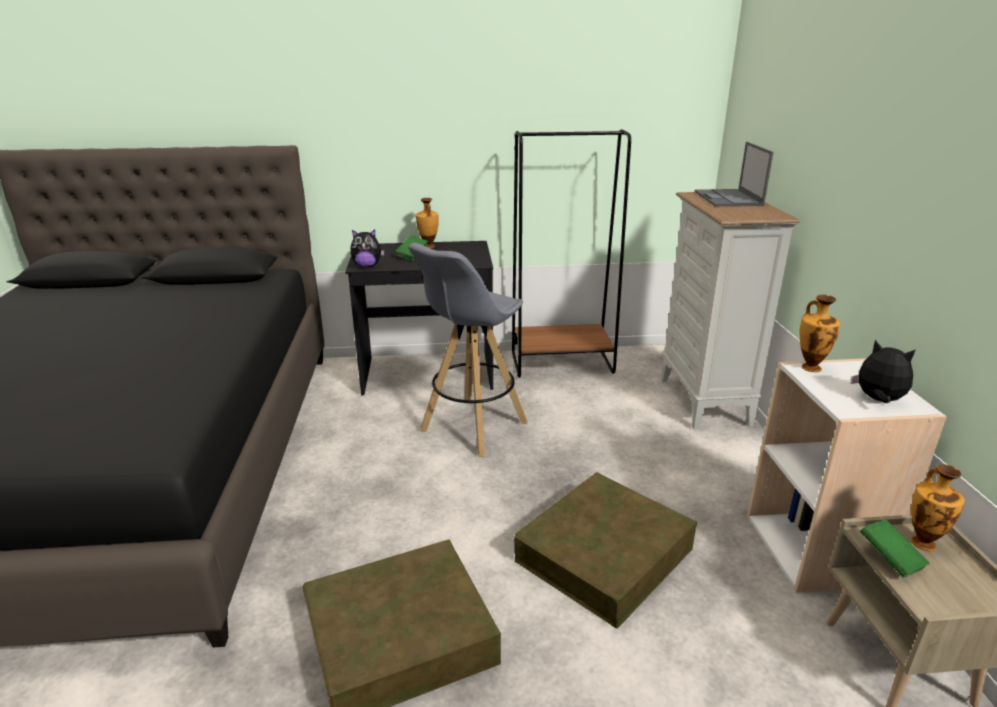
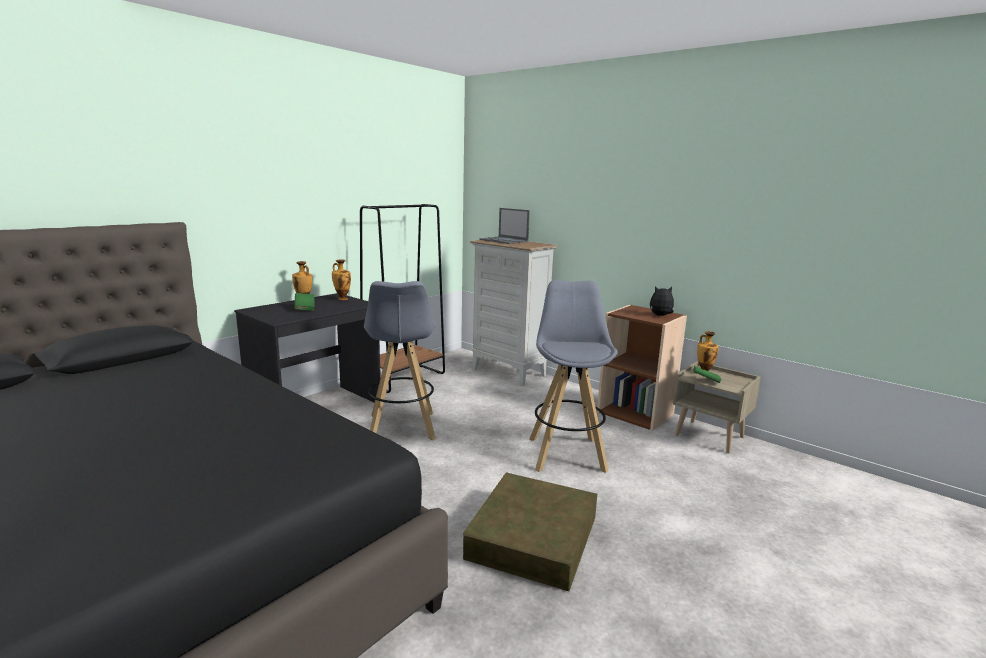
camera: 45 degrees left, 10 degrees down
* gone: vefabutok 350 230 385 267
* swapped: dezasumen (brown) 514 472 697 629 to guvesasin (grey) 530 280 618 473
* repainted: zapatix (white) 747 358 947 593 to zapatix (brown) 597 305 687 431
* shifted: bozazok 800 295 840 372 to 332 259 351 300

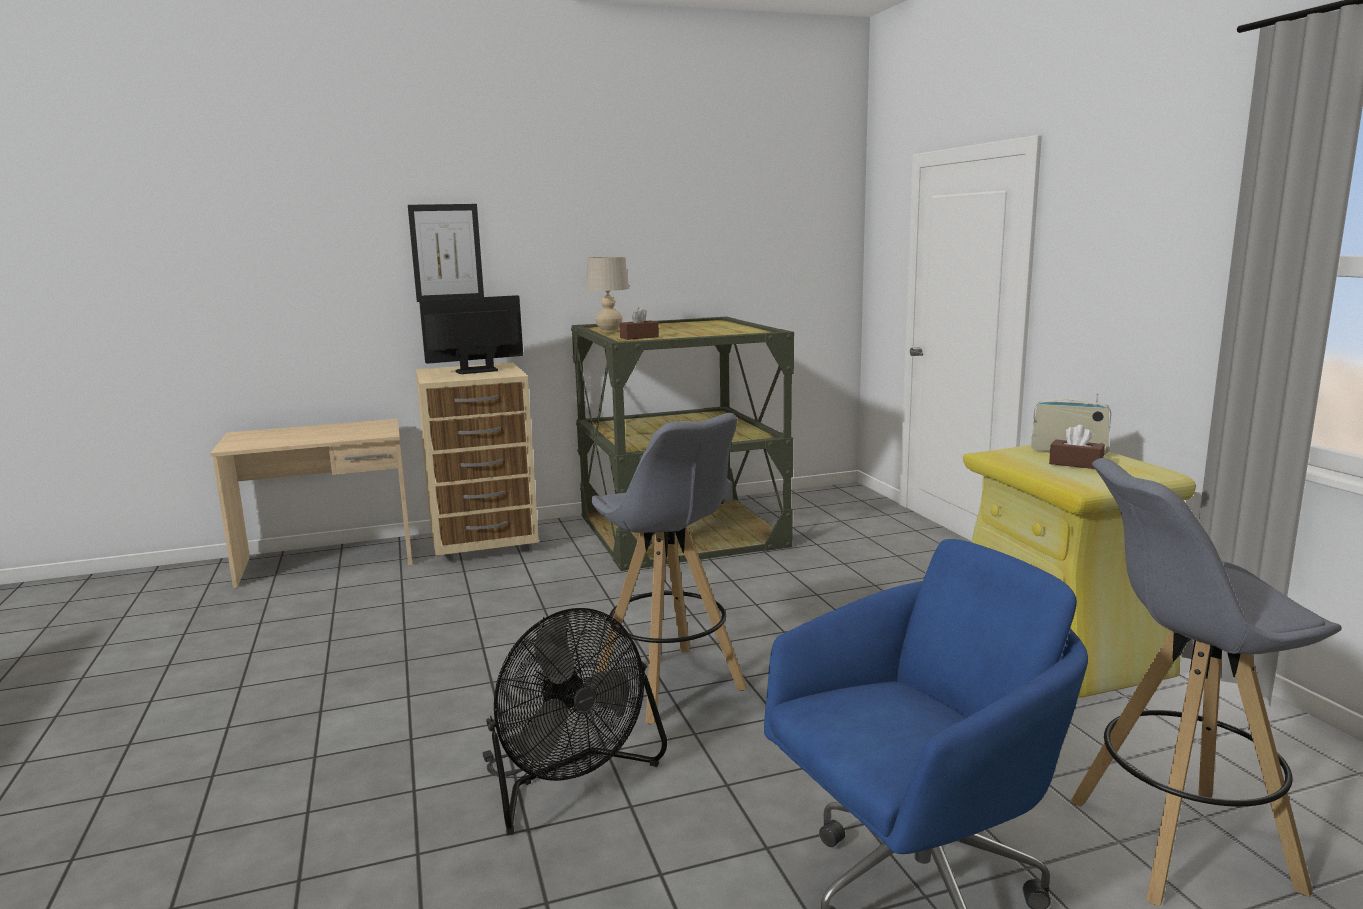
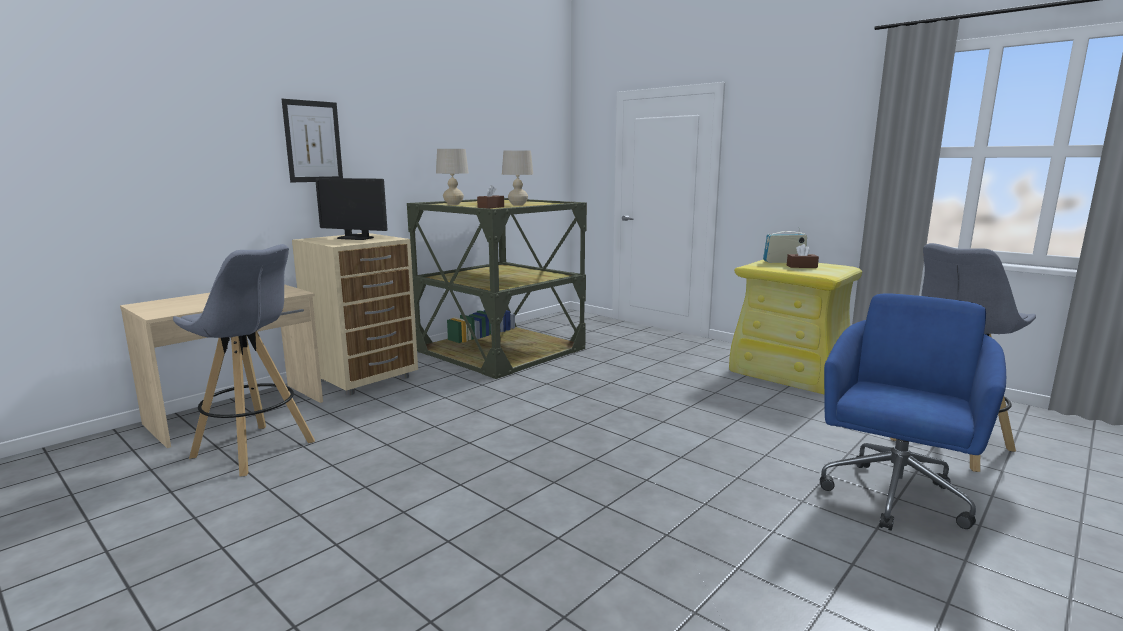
camera: 30 degrees left, 0 degrees up
* rotated: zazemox 419 295 523 374 = 315 178 388 240 105 degrees counterclockwise
* gone: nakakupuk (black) 483 608 667 835
* shifted: guvesasin (grey) 592 413 747 724 to 173 244 315 477
* new: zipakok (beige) 502 150 533 206

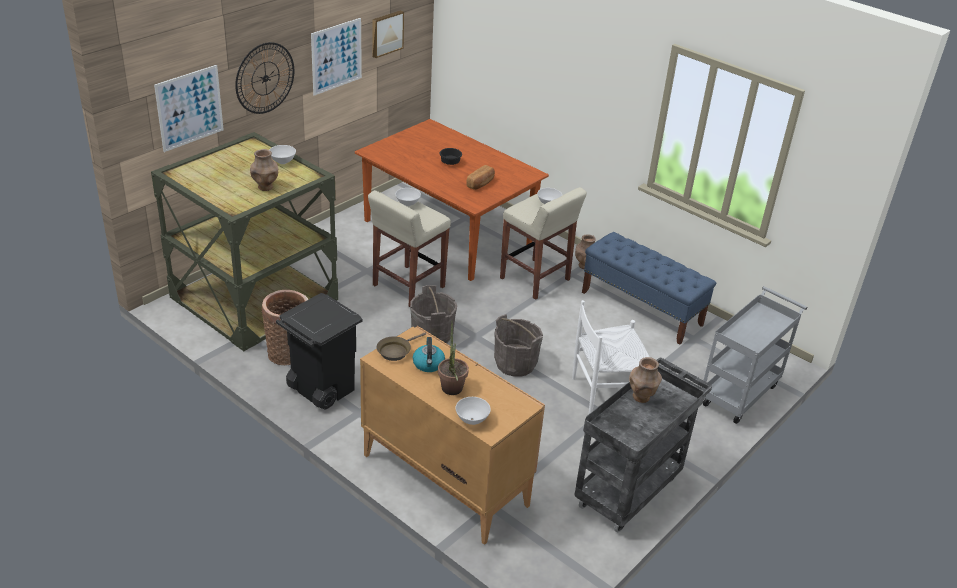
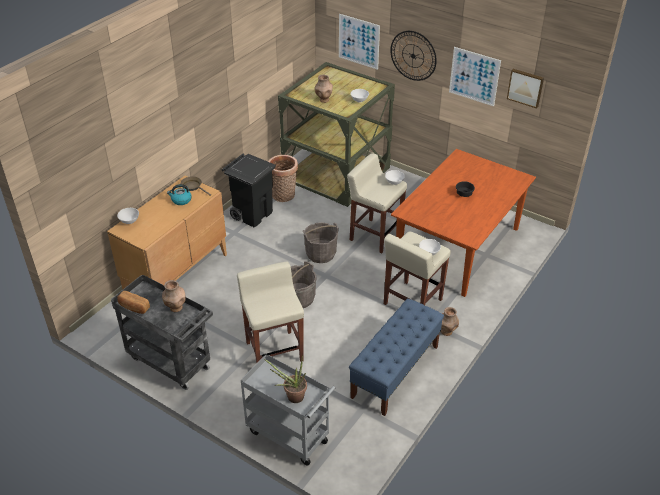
camera: 85 degrees right, 5 degrees up
* shifted: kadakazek 438 320 469 395 to 264 355 307 403
* shifted: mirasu 467 165 495 190 to 117 291 150 314
* swapped: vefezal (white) 572 300 649 414 to guvesasin (beige) 237 262 304 363

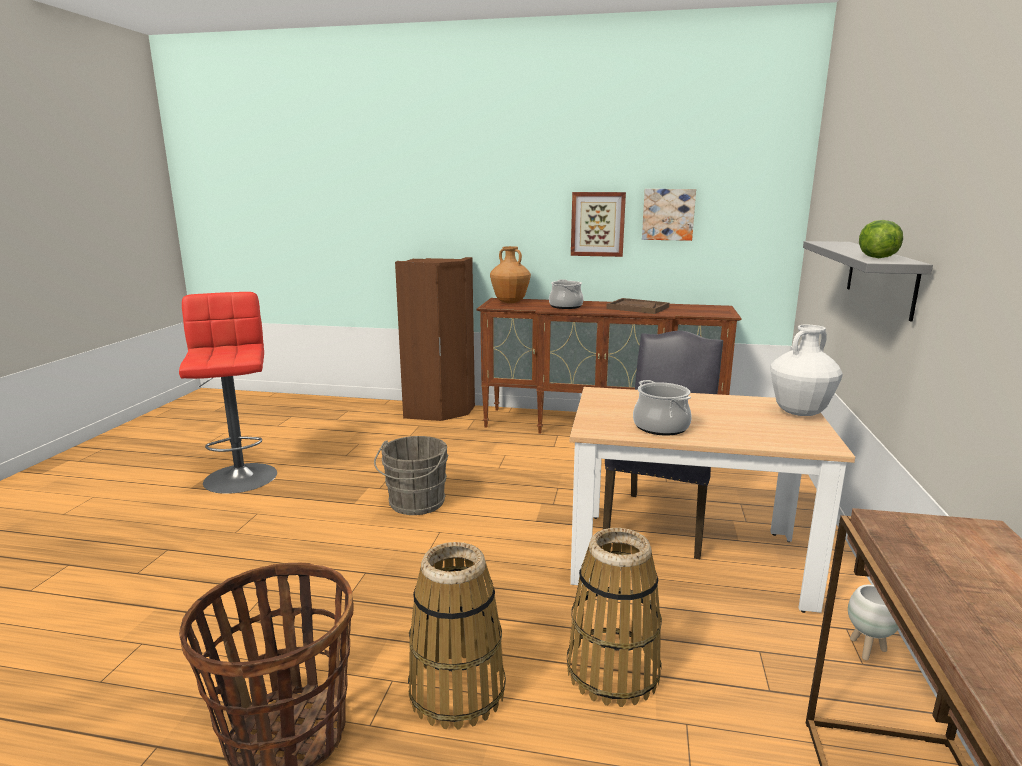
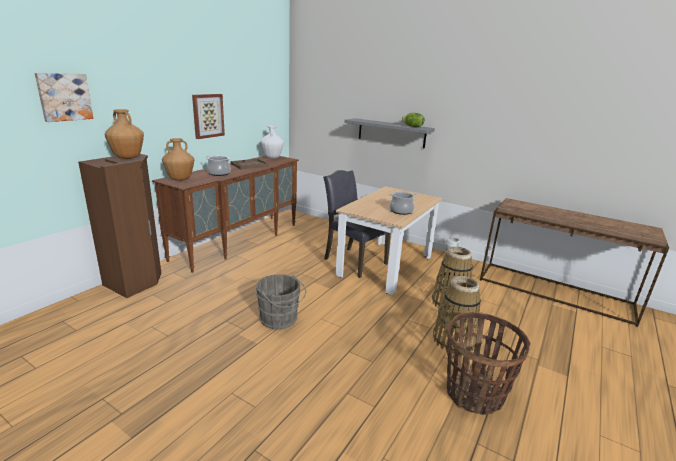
camera: 70 degrees left, 5 degrees up
* gone: guvesasin (red) 179 292 277 494
* shifted: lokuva 642 189 696 241 to 35 73 94 122
* shifted: bozazok (white) 770 325 843 416 to 260 125 284 159
* new: bozazok (brown) 105 109 144 159

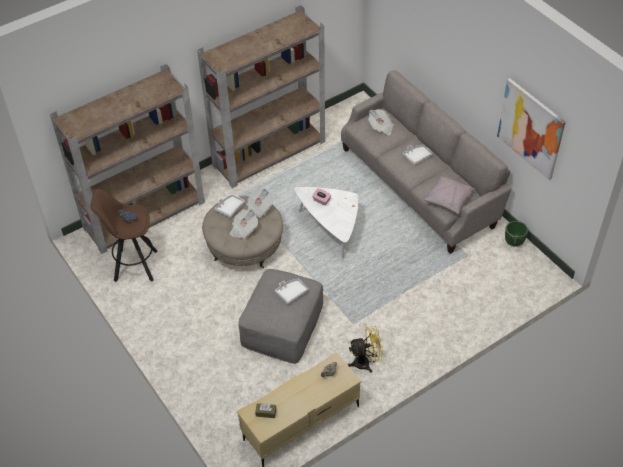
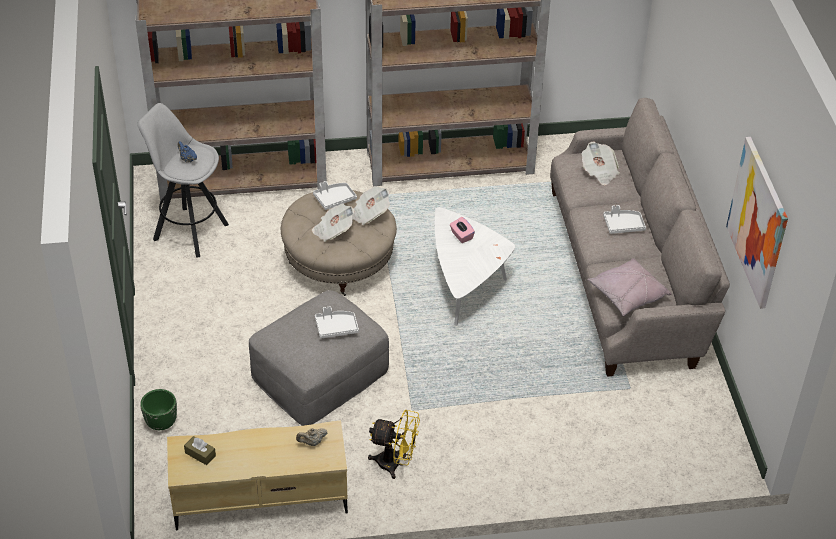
camera: 25 degrees right, 5 degrees down
* repainted: guvesasin (brown) 91 189 157 282 to guvesasin (grey) 137 103 229 258
* shifted: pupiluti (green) 505 221 528 247 to 140 389 177 430

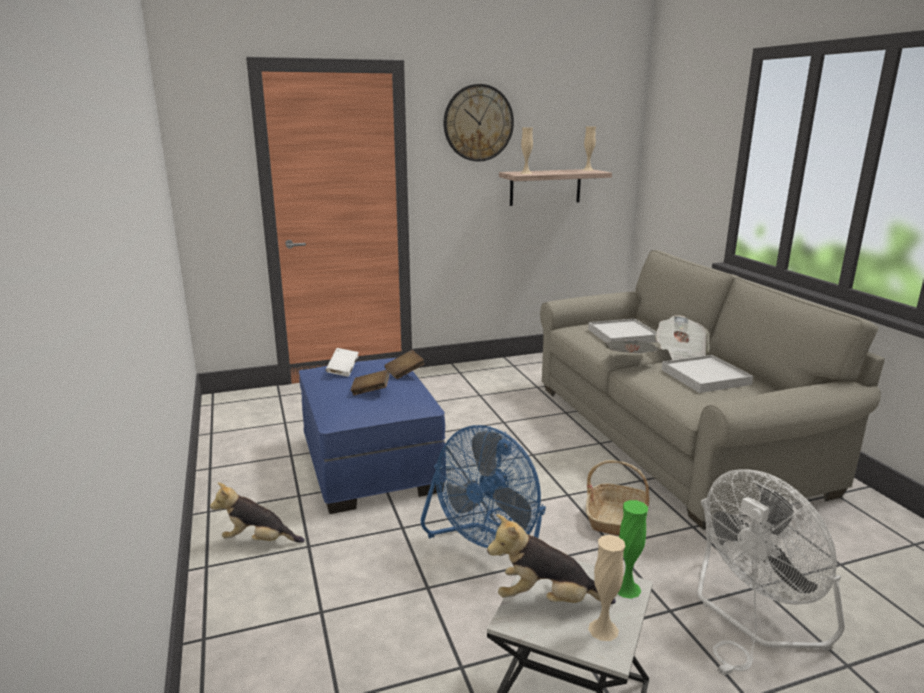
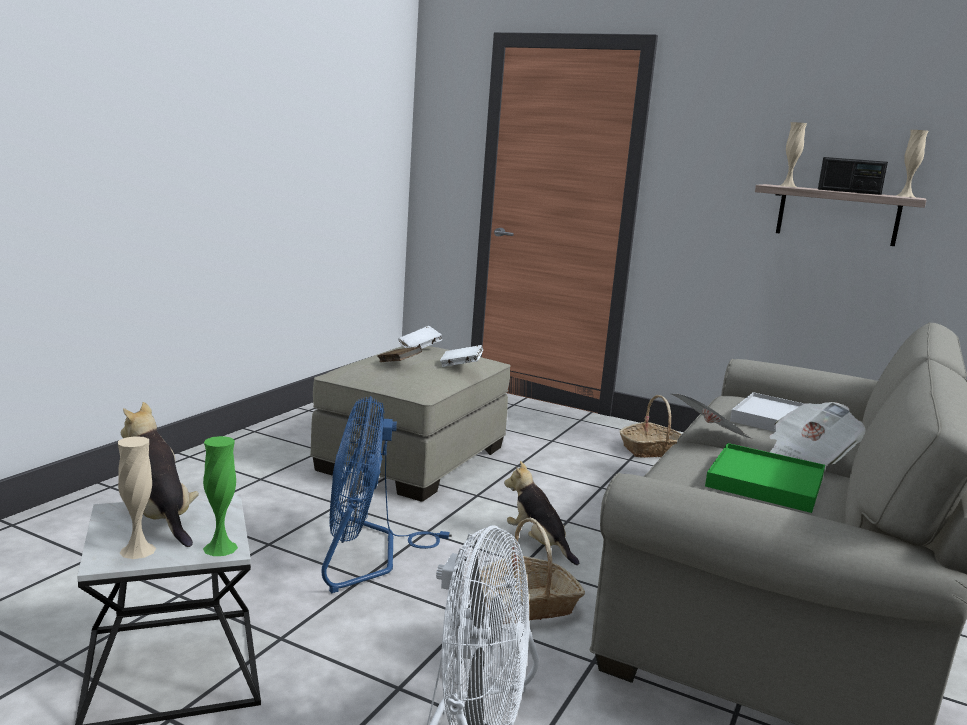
camera: 45 degrees right, 5 degrees down
* shifted: vefabutok 210 482 305 543 to 504 461 579 565
* repainted: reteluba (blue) 299 358 447 514 to reteluba (beige) 310 346 510 502
* repainted: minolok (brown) 384 350 425 379 to minolok (white) 440 345 483 367
* gone: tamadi 444 84 514 162
* repainted: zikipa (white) 662 355 753 393 to zikipa (green) 705 443 825 513
* new: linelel 620 395 682 458
* new: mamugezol 818 157 888 195

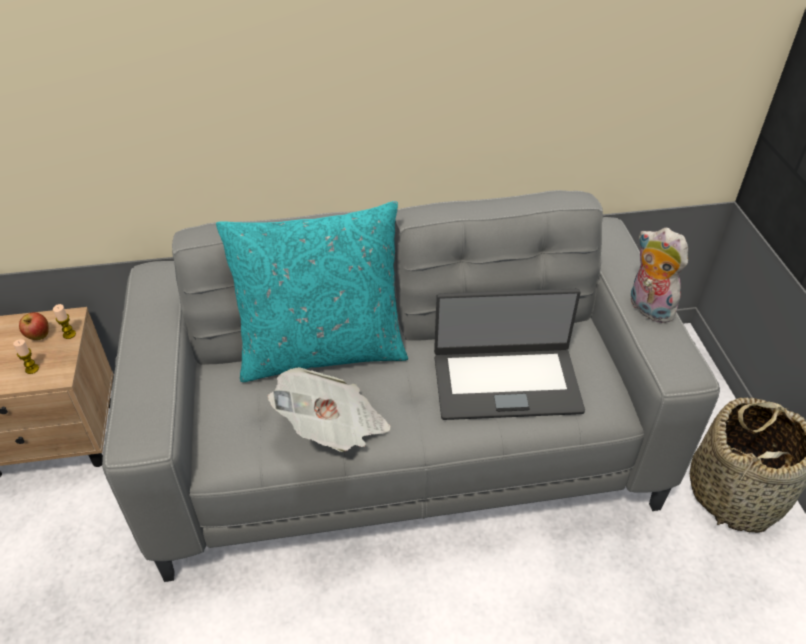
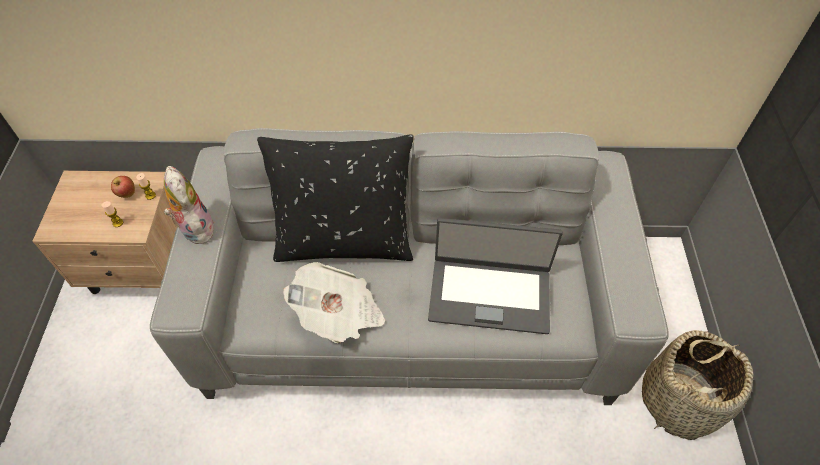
camera: 10 degrees right, 10 degrees up
* repainted: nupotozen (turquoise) 216 201 408 382 to nupotozen (black) 257 134 414 262
* shifted: vefabutok 630 228 688 323 to 164 166 215 244

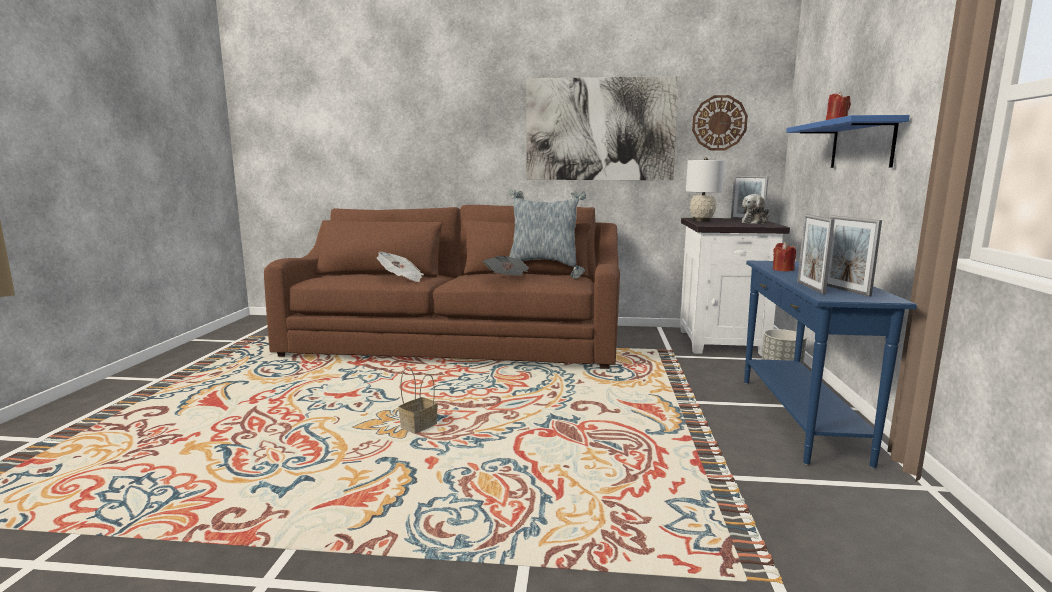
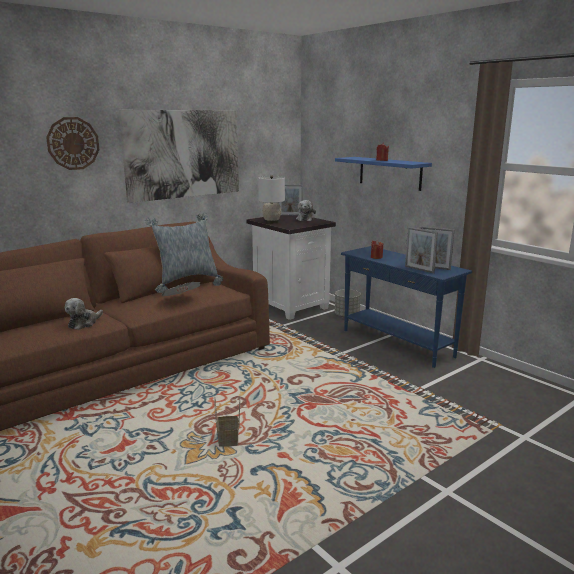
camera: 45 degrees left, 5 degrees up
* swapped: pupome 377 252 424 282 to vefabutok 65 298 103 330
* shifted: tamadi 692 95 748 150 to 46 117 100 170

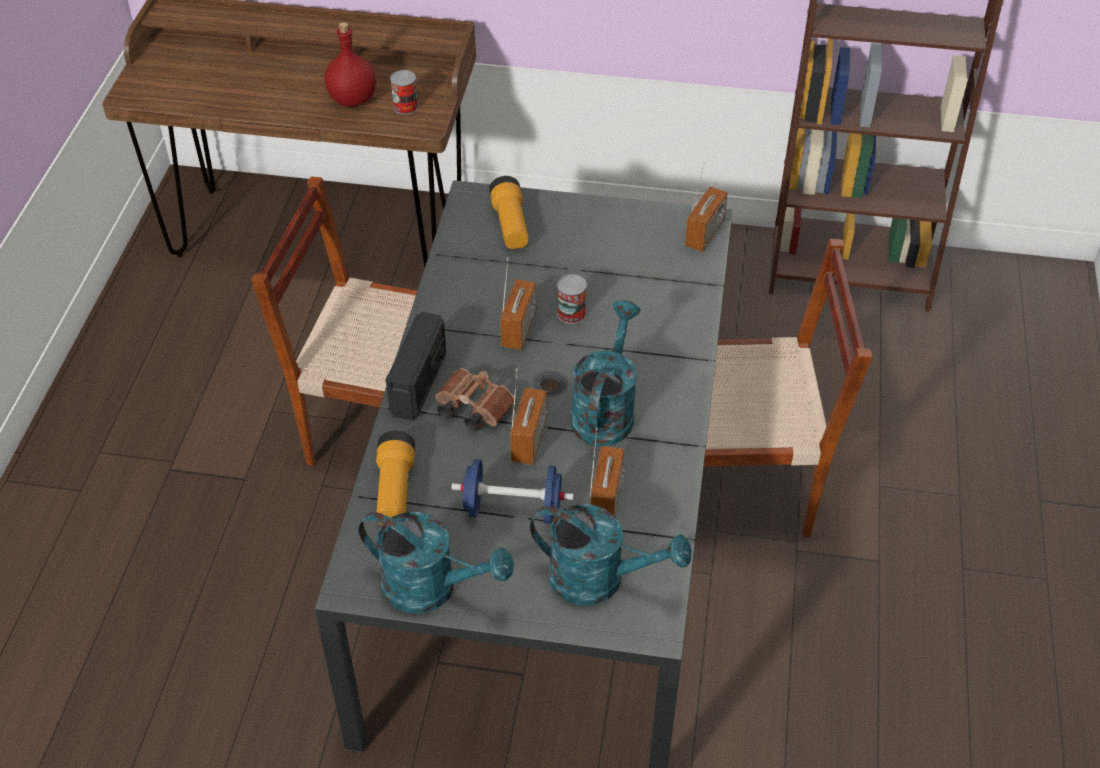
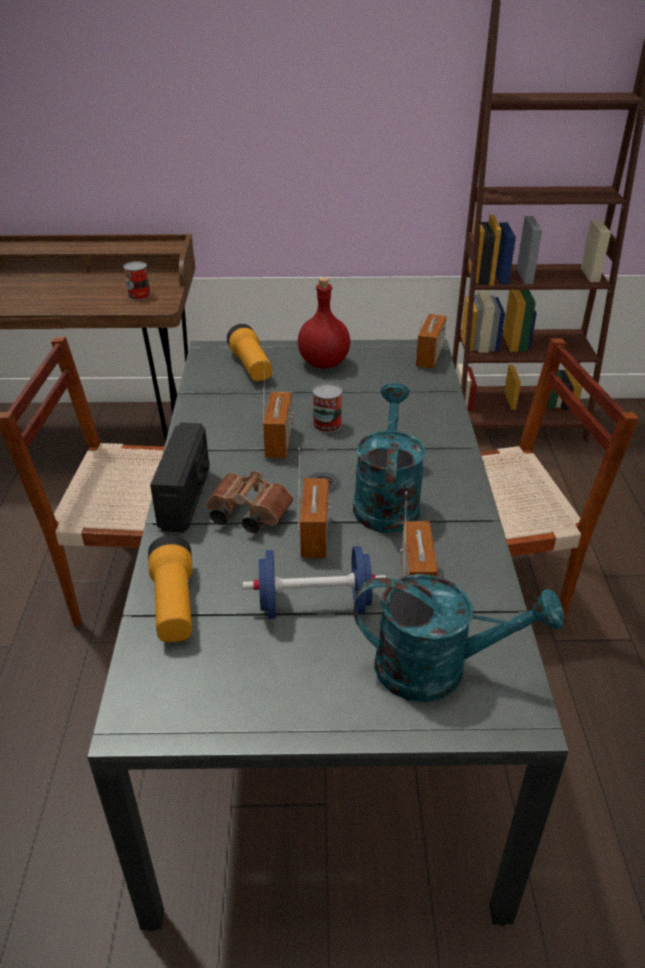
camera: 10 degrees left, 10 degrees down
* shifted: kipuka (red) 325 22 376 107 to 298 277 350 369
* gone: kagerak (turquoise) 358 512 514 613

